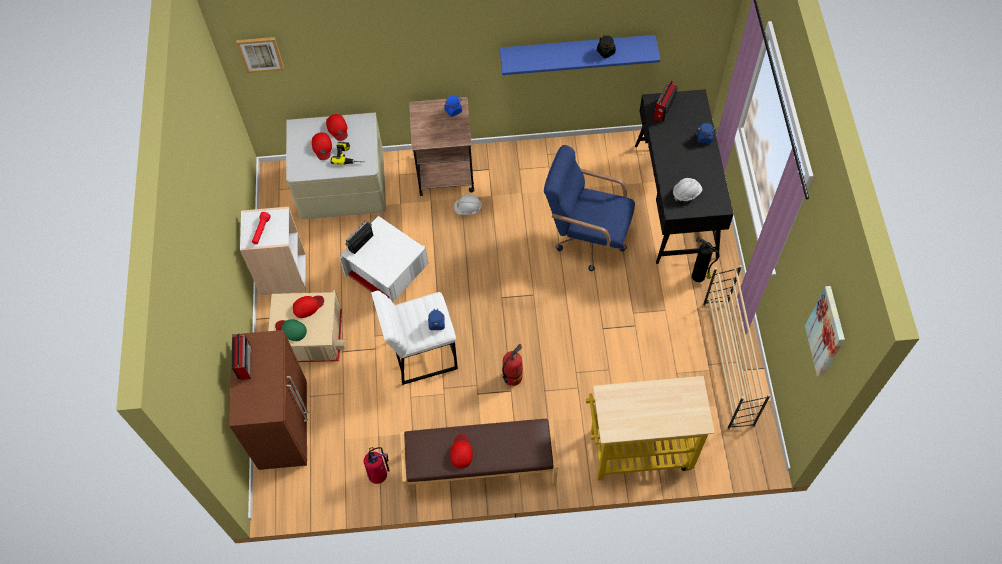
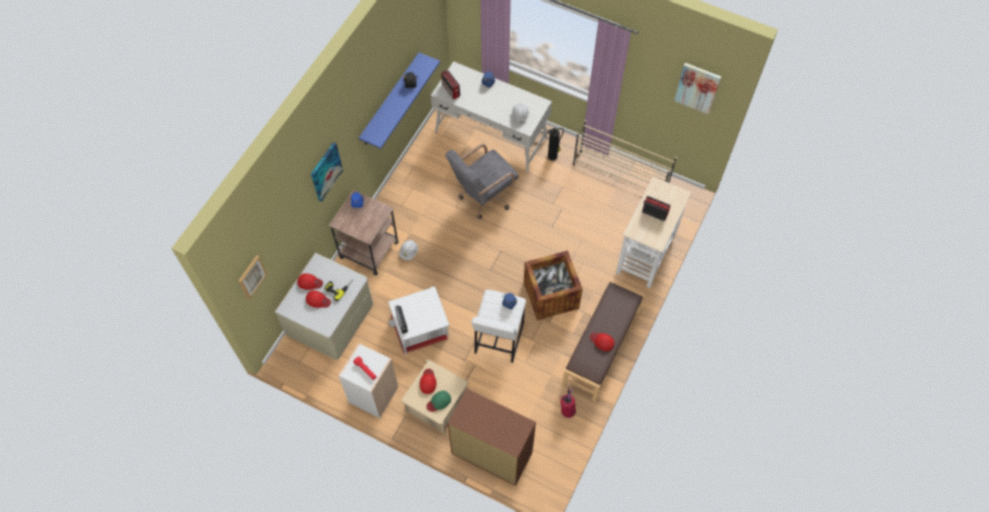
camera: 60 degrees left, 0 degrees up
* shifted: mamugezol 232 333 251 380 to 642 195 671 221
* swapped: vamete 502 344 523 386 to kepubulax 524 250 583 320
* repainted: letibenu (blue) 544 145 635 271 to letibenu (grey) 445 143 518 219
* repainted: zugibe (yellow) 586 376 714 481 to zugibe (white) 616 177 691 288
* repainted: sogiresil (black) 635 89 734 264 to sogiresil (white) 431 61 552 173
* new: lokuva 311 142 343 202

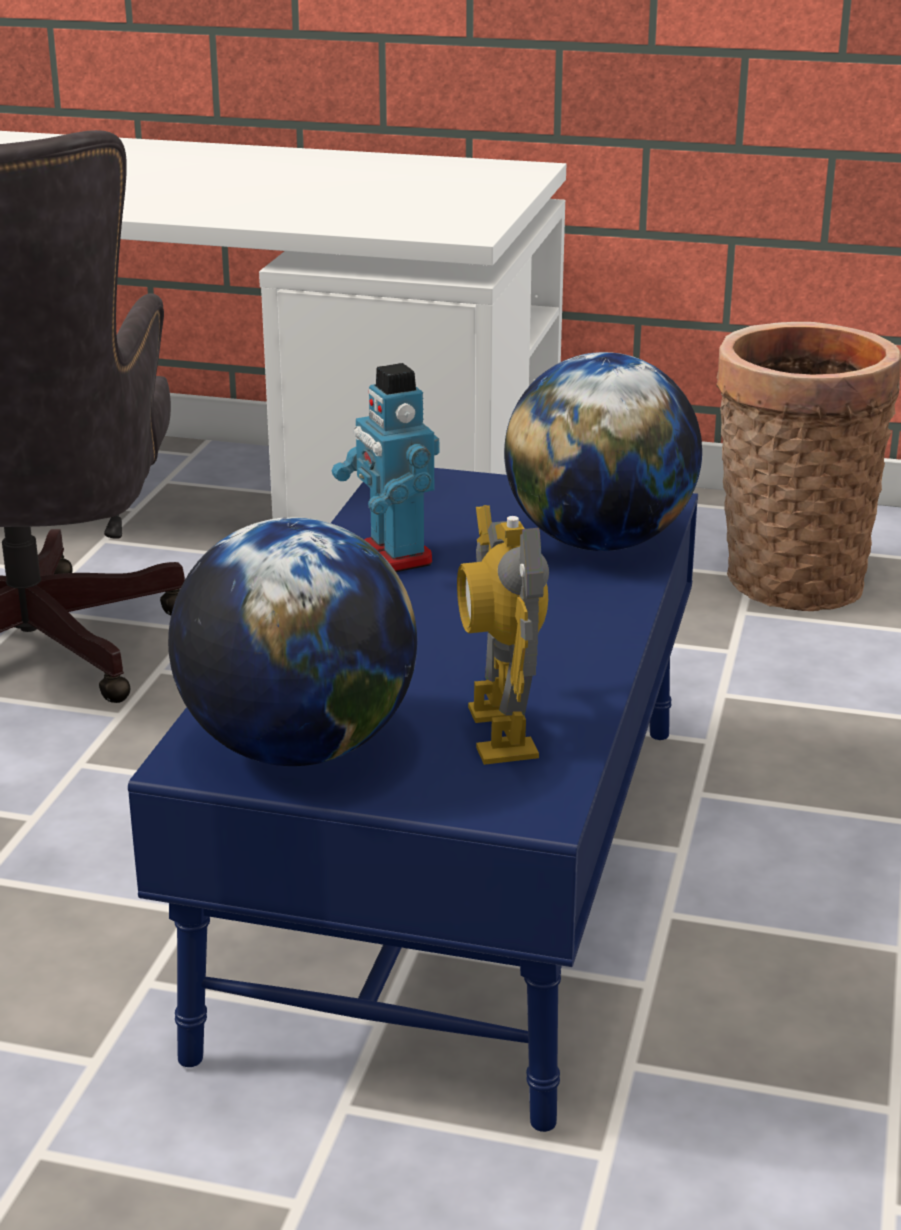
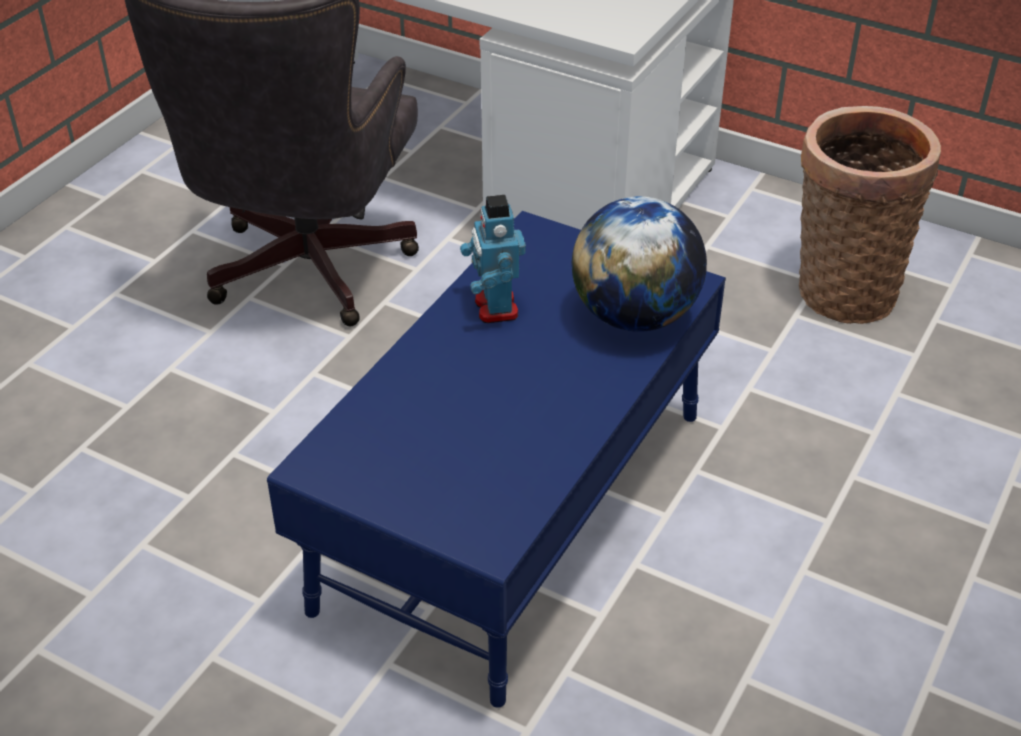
camera: 15 degrees right, 15 degrees up
* gone: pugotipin 168 517 417 766
* gone: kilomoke 457 505 549 765

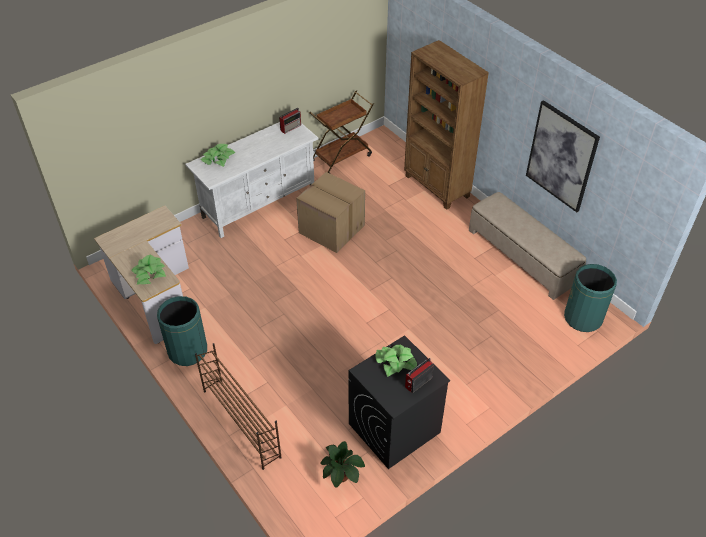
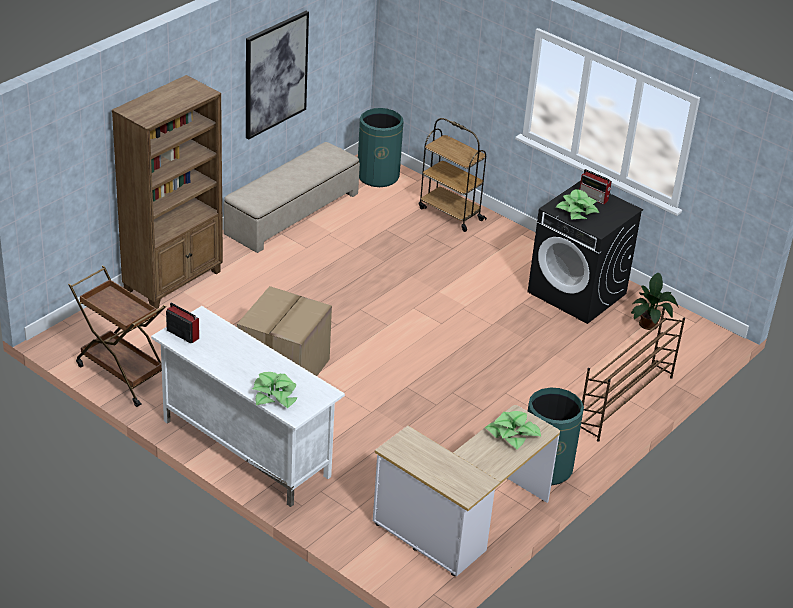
camera: 105 degrees left, 10 degrees down
* new: zugibe (brown) 419 118 487 232

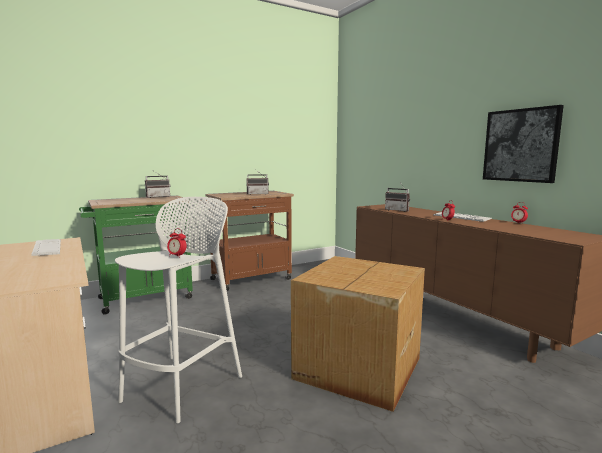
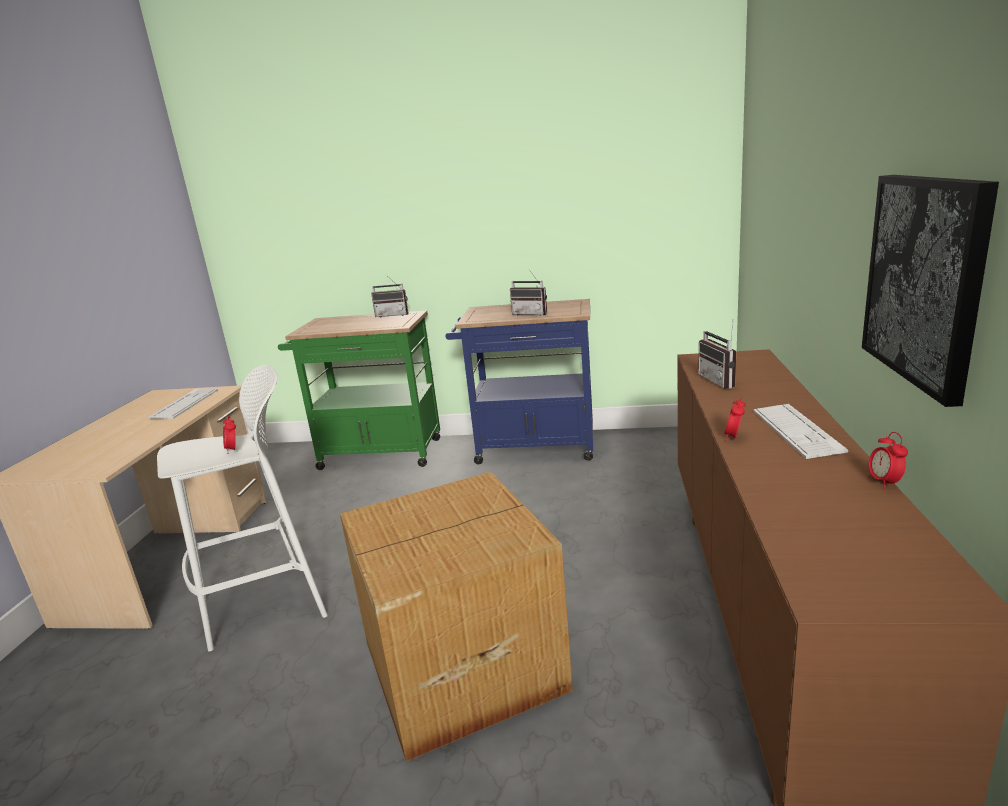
camera: 40 degrees right, 10 degrees up
* repainted: zugibe (brown) 203 191 294 291 to zugibe (blue) 445 299 593 464

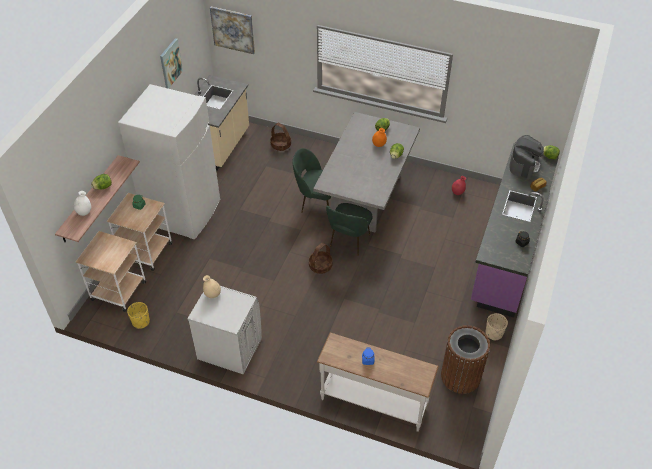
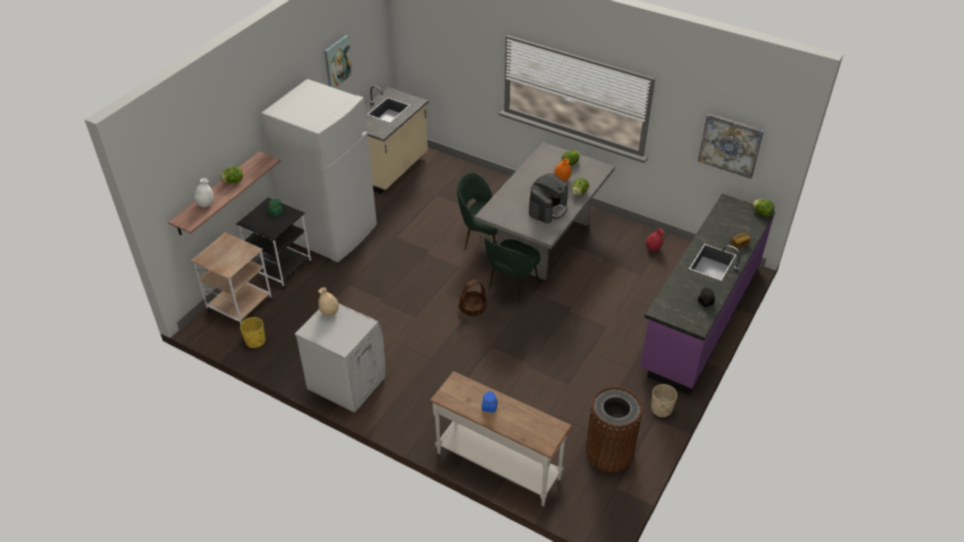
camera: 10 degrees right, 5 degrees down
* repainted: zugibe (beige) 107 193 173 271 to zugibe (black) 236 198 312 289
* shifted: lokuva 210 7 255 54 to 698 114 764 179
* gone: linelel 270 123 291 151
* shifted: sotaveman 509 135 544 179 to 529 173 568 223

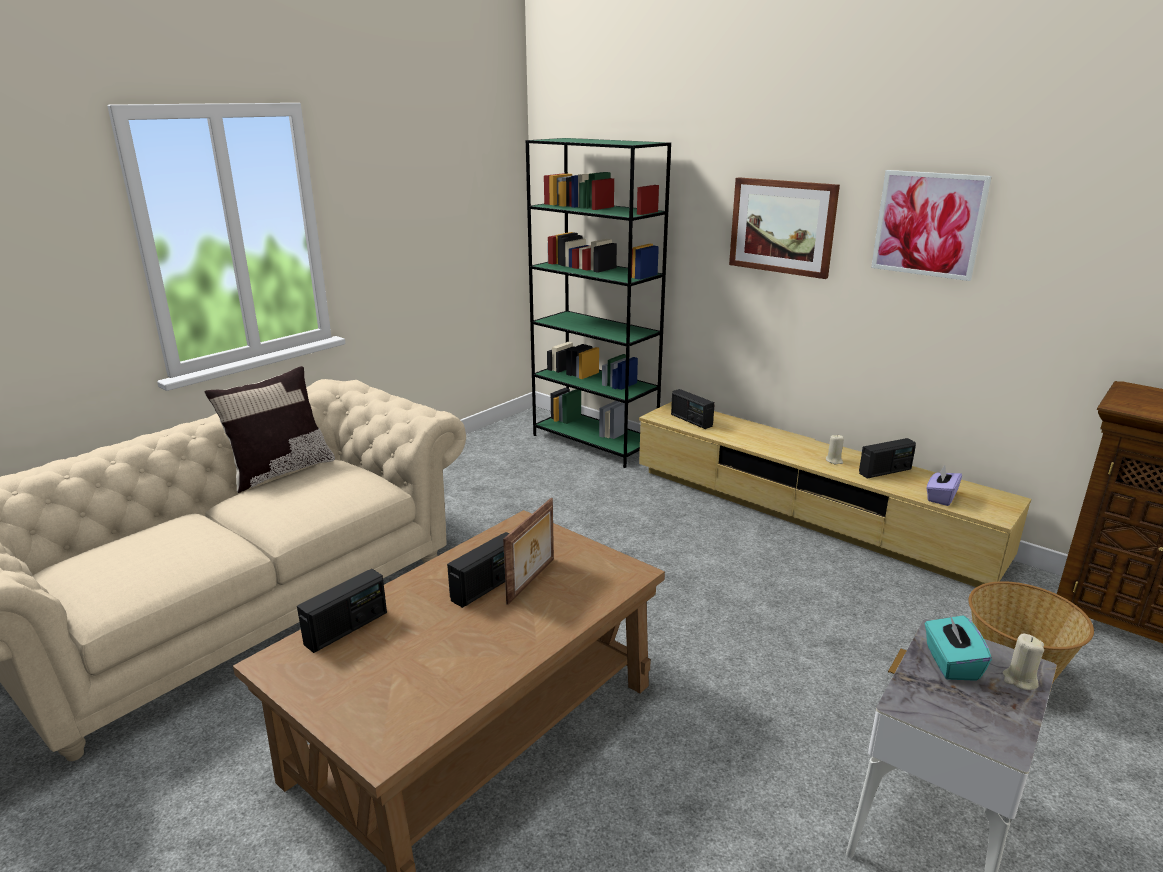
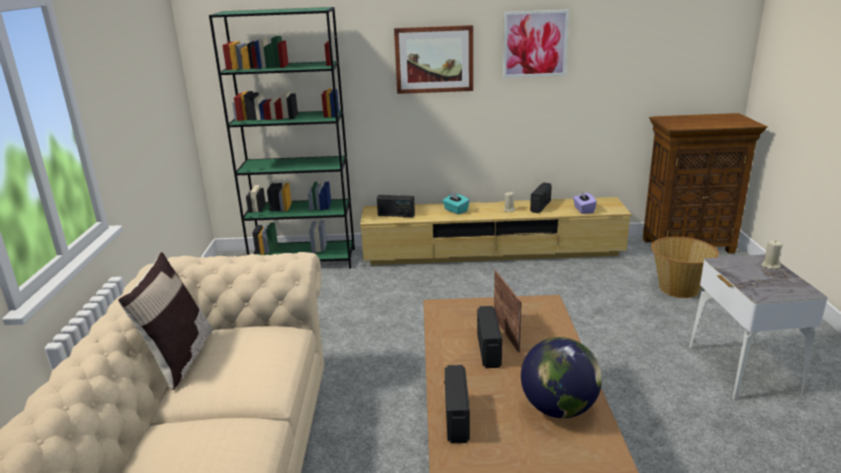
camera: 40 degrees left, 0 degrees up
* shifted: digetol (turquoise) 925 612 992 681 to 442 192 470 214
* new: pugotipin 521 337 602 418

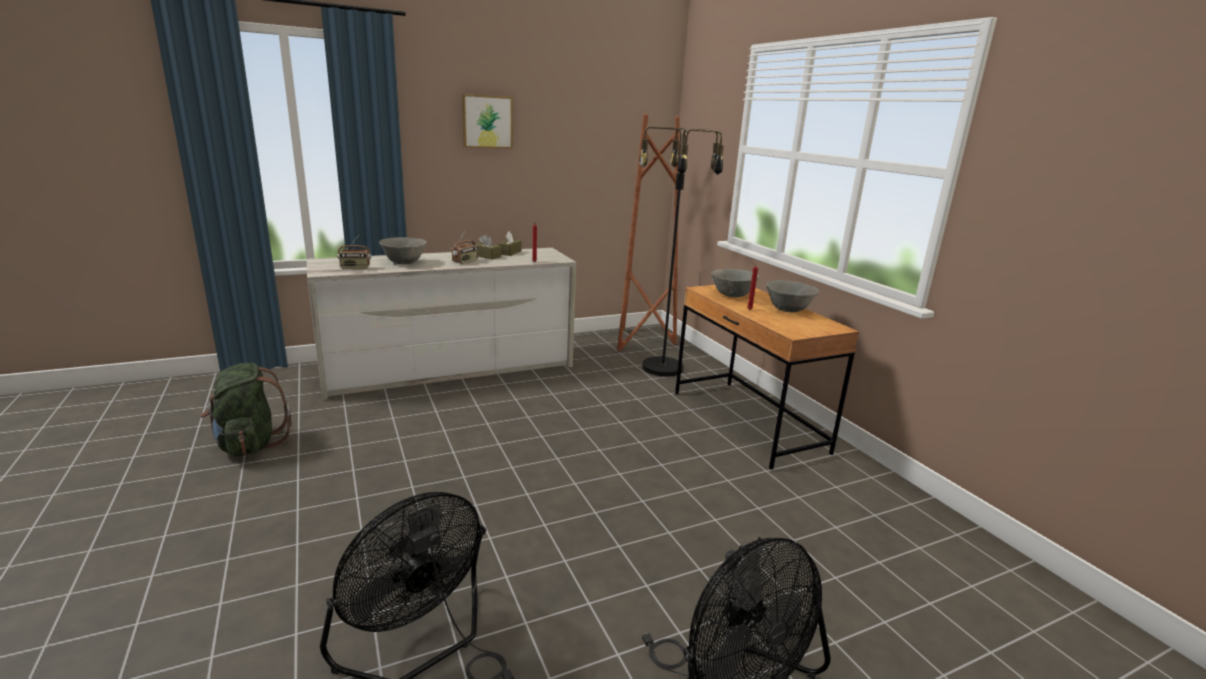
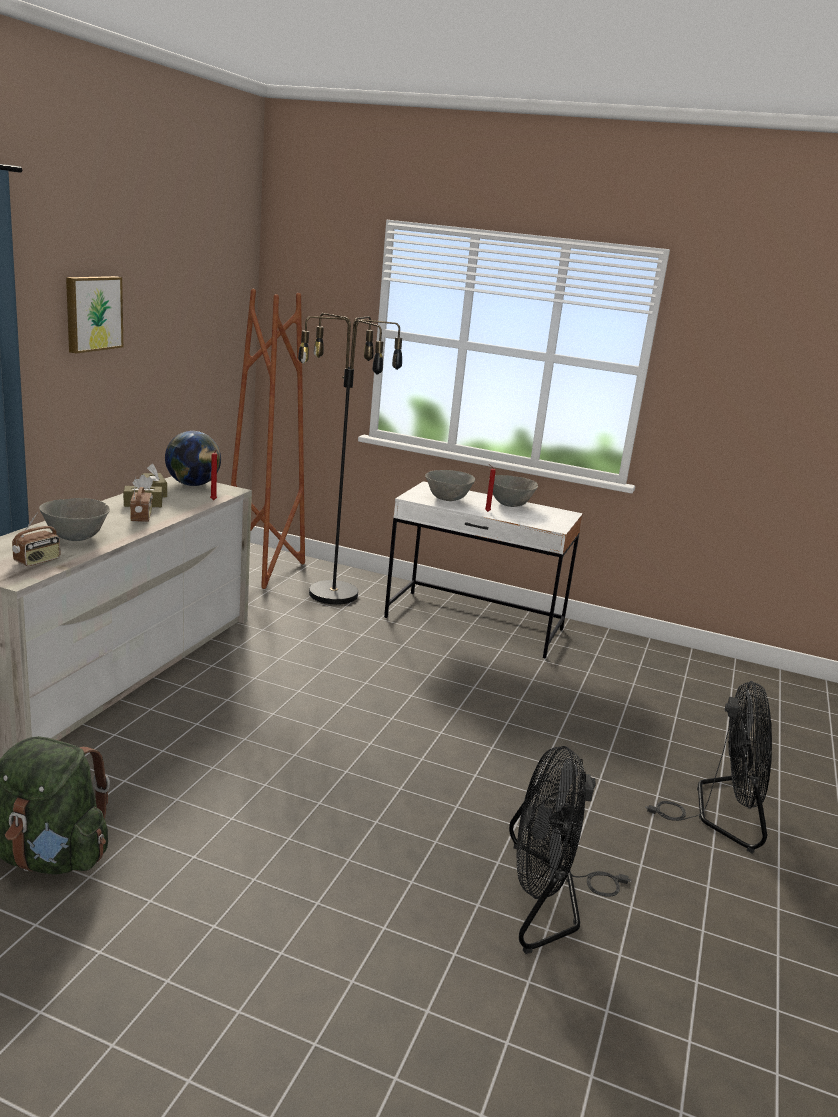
camera: 45 degrees left, 0 degrees up
* repainted: sogiresil (brown) 675 285 859 470 to sogiresil (white) 384 481 583 658
* new: pugotipin 165 431 221 486

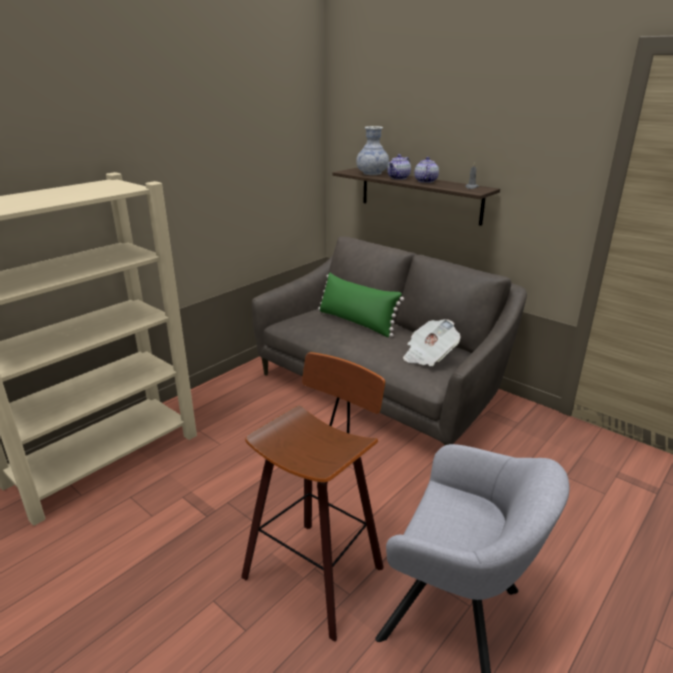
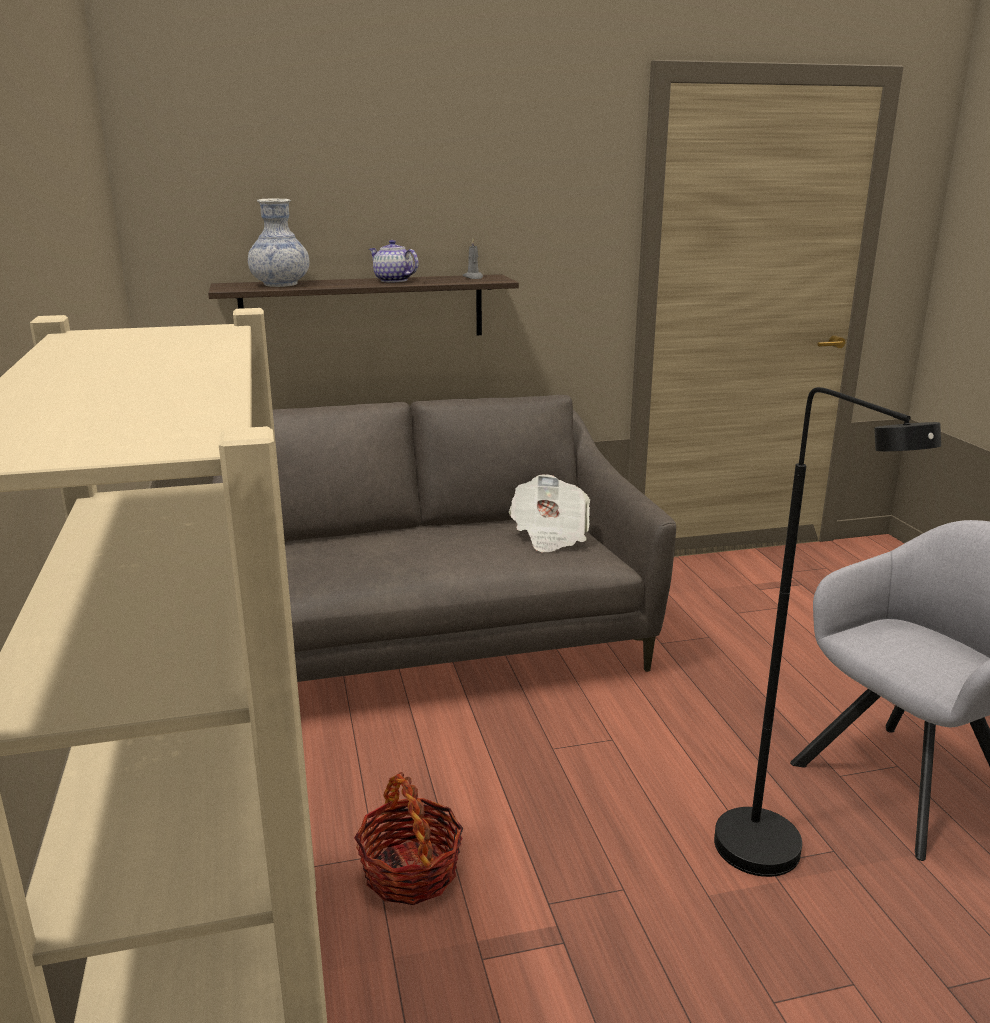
camera: 55 degrees left, 5 degrees down
* swapped: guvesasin 241 352 385 642 to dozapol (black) 714 387 941 877
* gone: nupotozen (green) 318 273 404 337
* gone: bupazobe 387 154 411 180
* new: linelel 354 772 464 905

